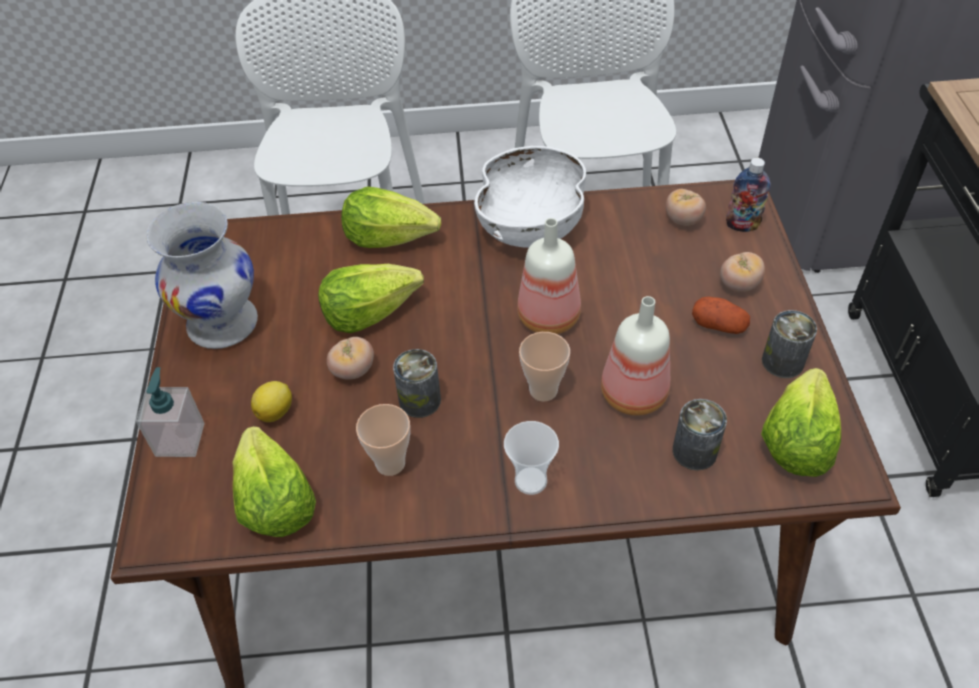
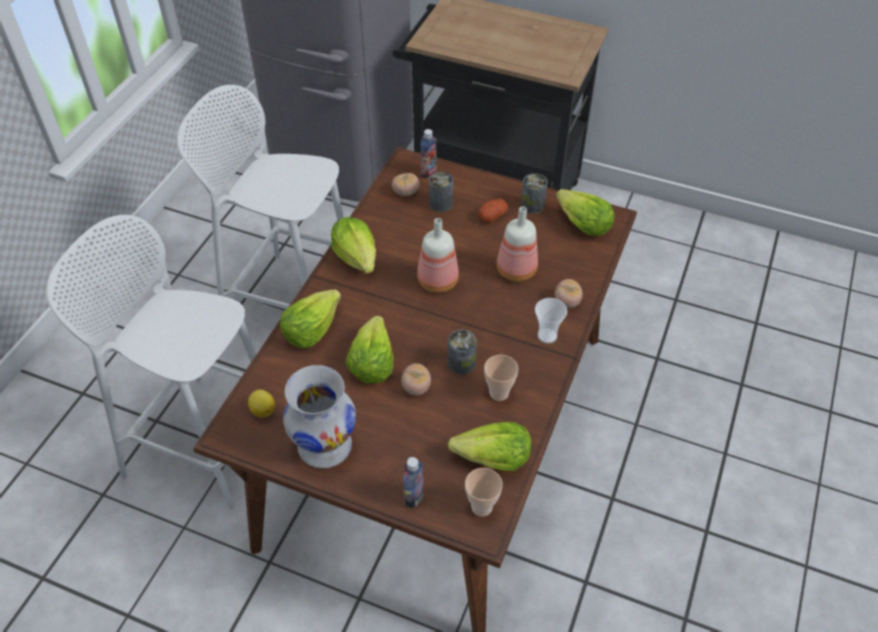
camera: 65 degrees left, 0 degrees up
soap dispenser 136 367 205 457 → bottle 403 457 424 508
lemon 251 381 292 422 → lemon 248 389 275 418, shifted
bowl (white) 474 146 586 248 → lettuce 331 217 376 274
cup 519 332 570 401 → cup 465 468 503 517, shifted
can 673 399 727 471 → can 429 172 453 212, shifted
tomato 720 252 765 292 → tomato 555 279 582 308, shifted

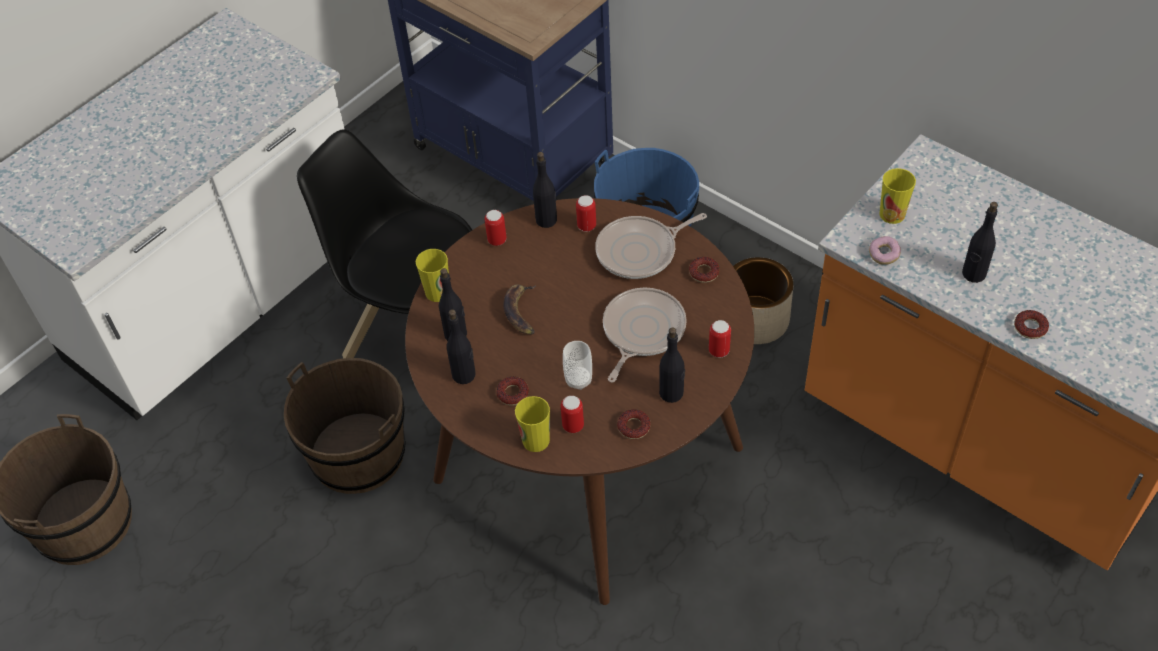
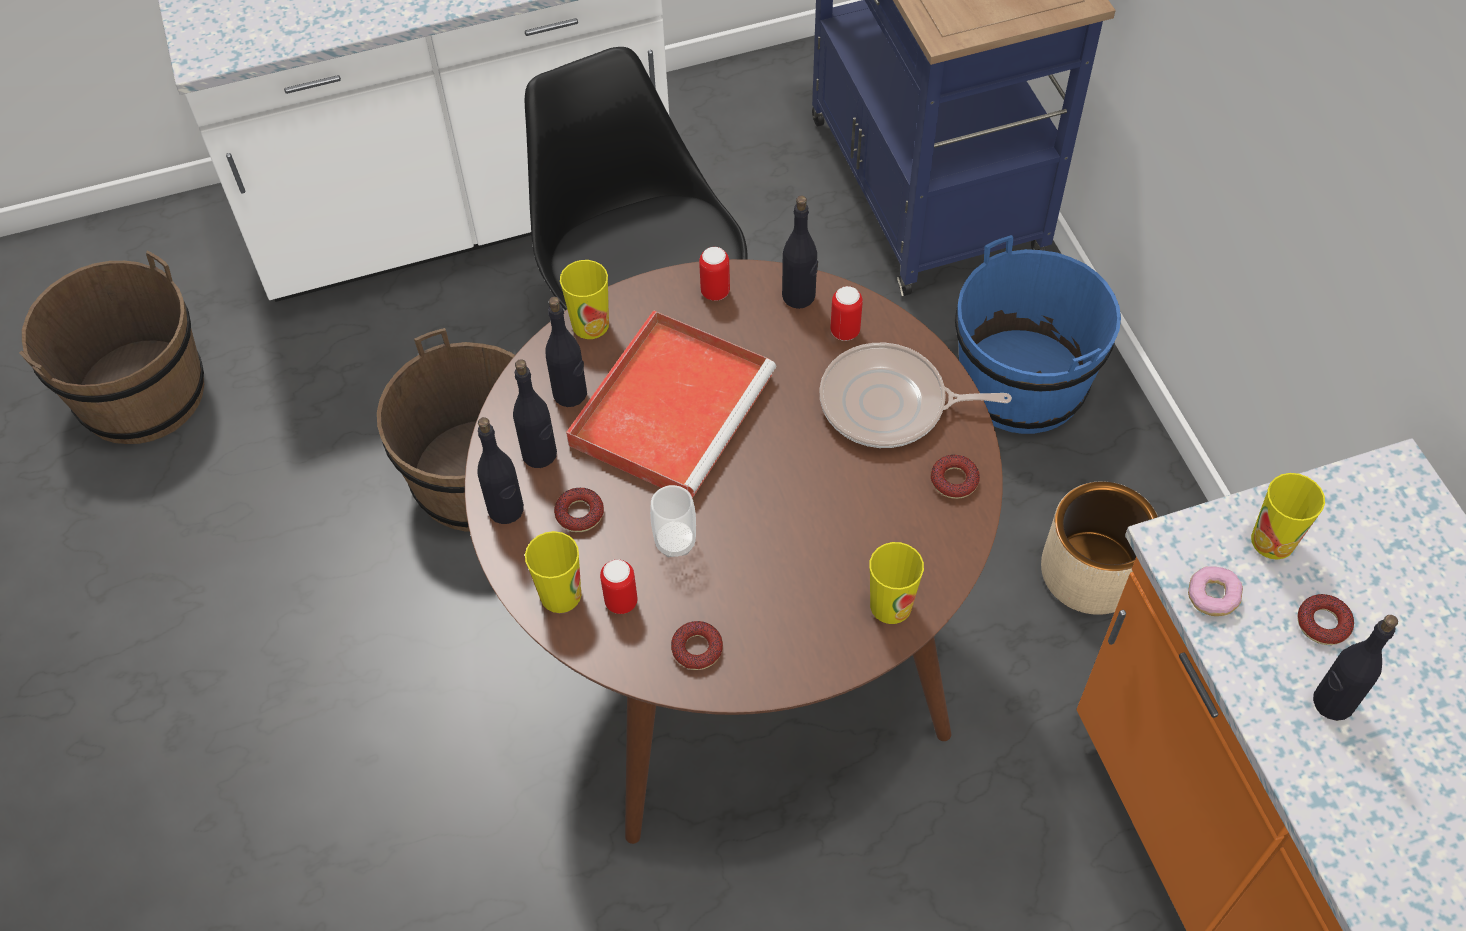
camera: 30 degrees right, 5 degrees up
banana 503 285 536 334 → tray (red) 566 310 776 498
frying pan 603 288 687 382 → -
bottle (black) 659 327 685 403 → bottle (black) 477 417 524 524, shifted
can 709 320 731 358 → cup 870 542 924 624
donut 1014 310 1049 339 → donut 1297 594 1354 645, shifted

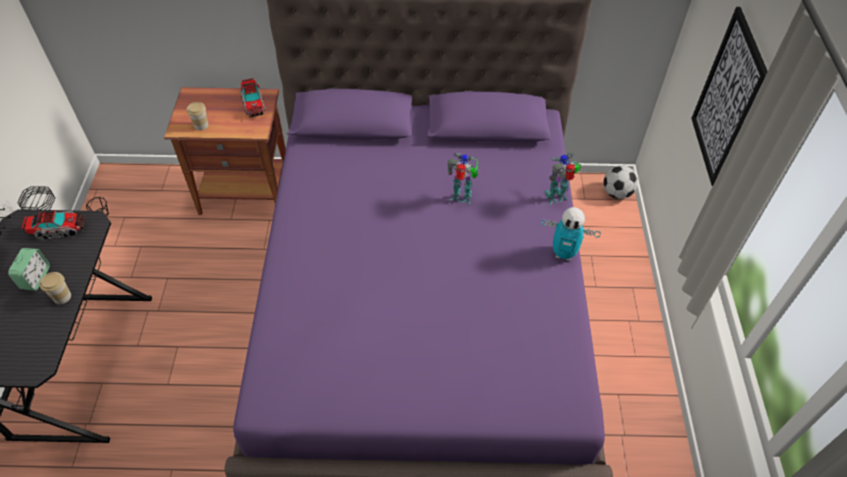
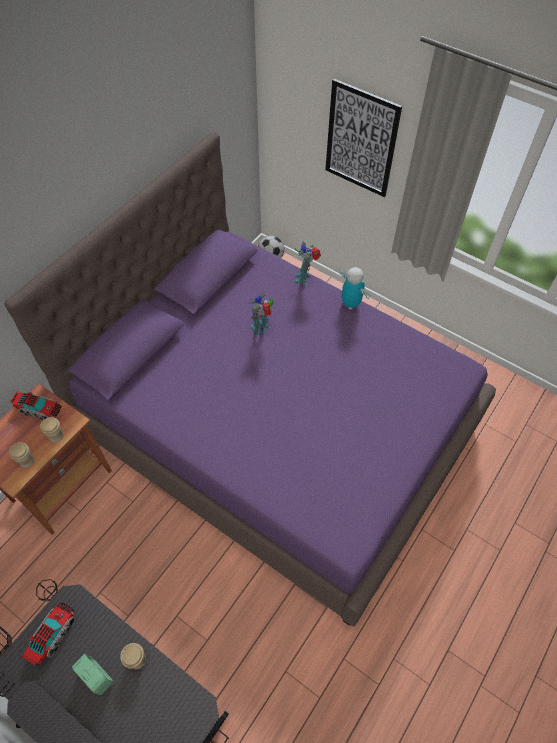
camera: 55 degrees left, 5 degrees up
toy robot 542 207 601 261 → toy robot 339 267 370 310, 90 degrees counterclockwise
- → cup 40 417 64 443

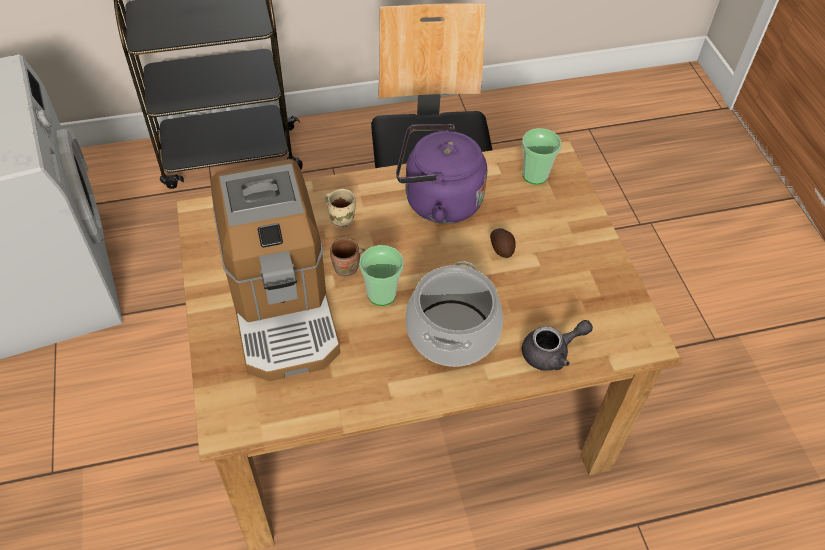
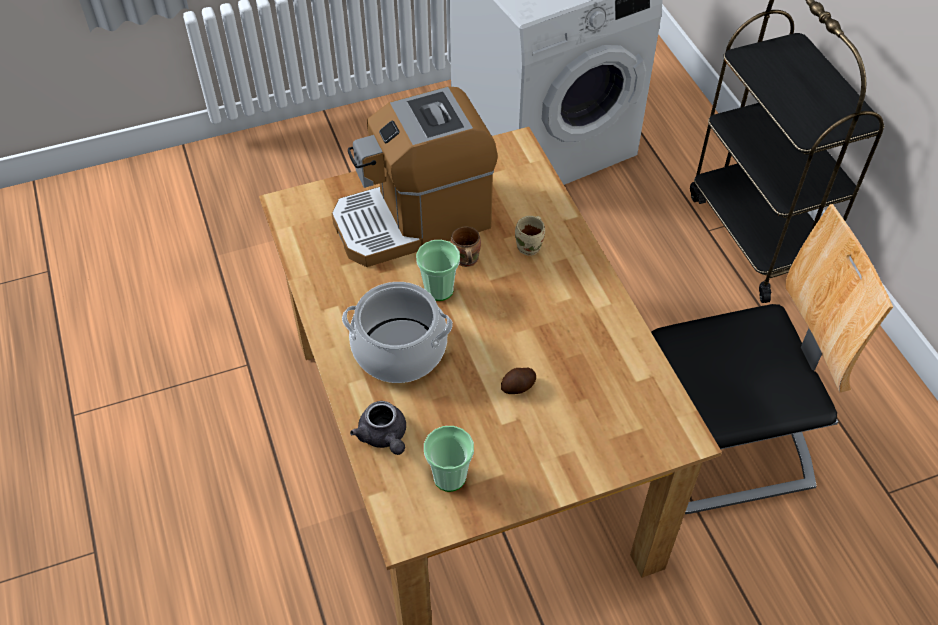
camera: 85 degrees right, 0 degrees up
kettle (purple) 396 124 487 224 → -
cup 522 128 561 185 → cup 424 426 474 492, shifted

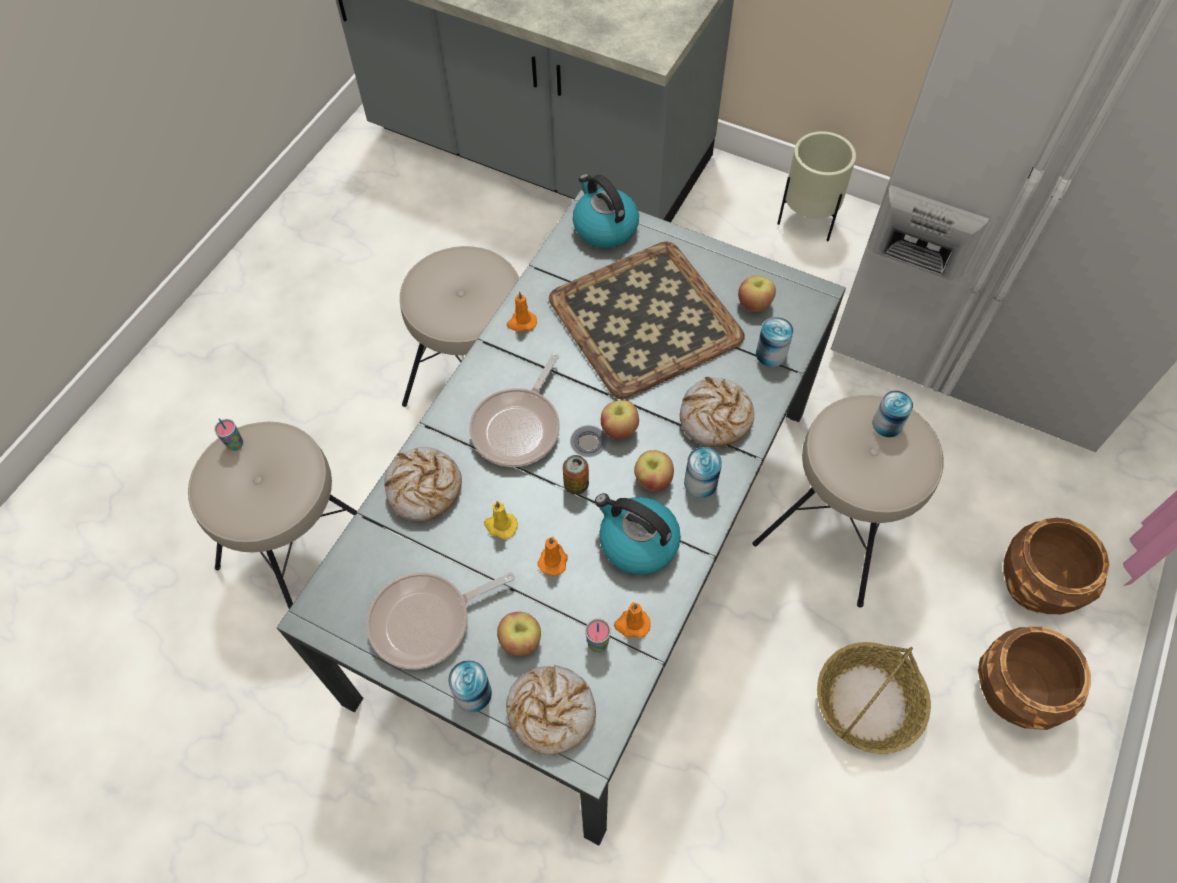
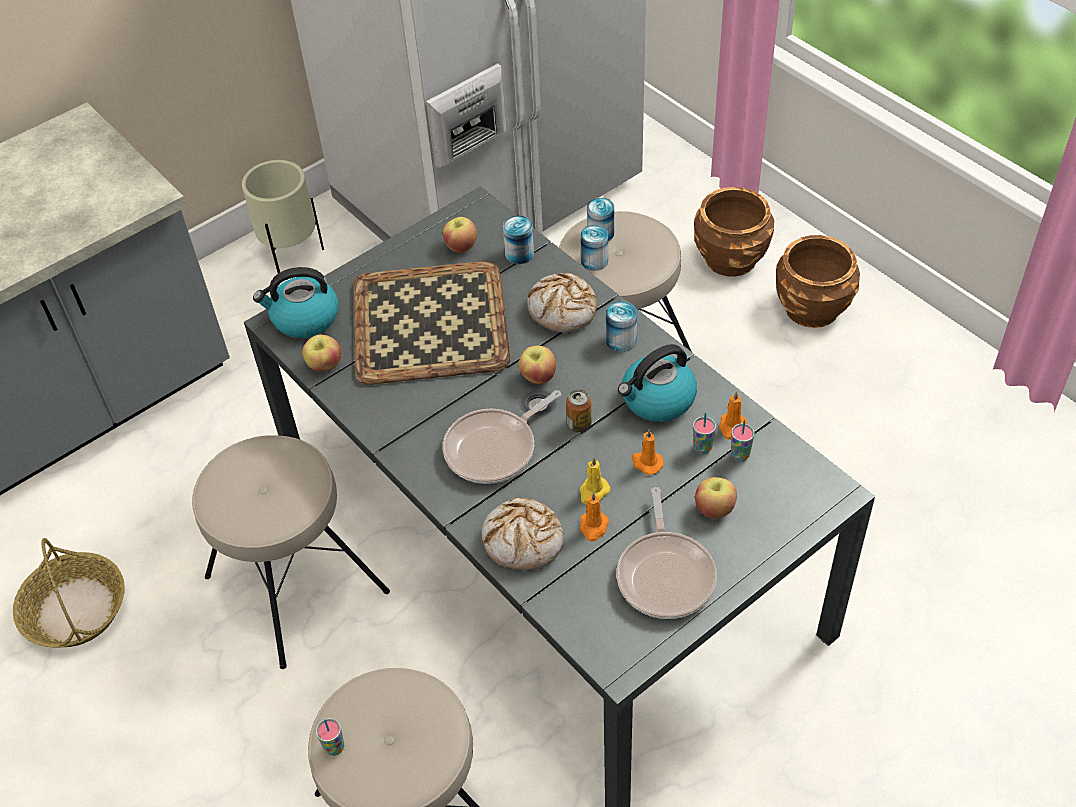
camera: 65 degrees left, 10 degrees down
can 448 660 492 712 → can 580 225 608 271, shifted
frying pan 470 353 560 467 → frying pan 443 390 561 484, 90 degrees clockwise
bread 506 665 596 755 → -
candle (orange) 507 291 537 332 → candle (orange) 580 492 609 542, shifted
apple 634 450 674 491 → apple 302 334 341 372, shifted
basket 817 642 931 754 → basket 13 538 125 648, shifted
- → cup 693 413 716 455

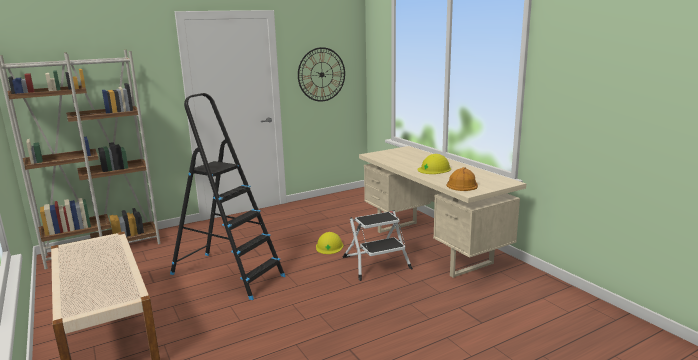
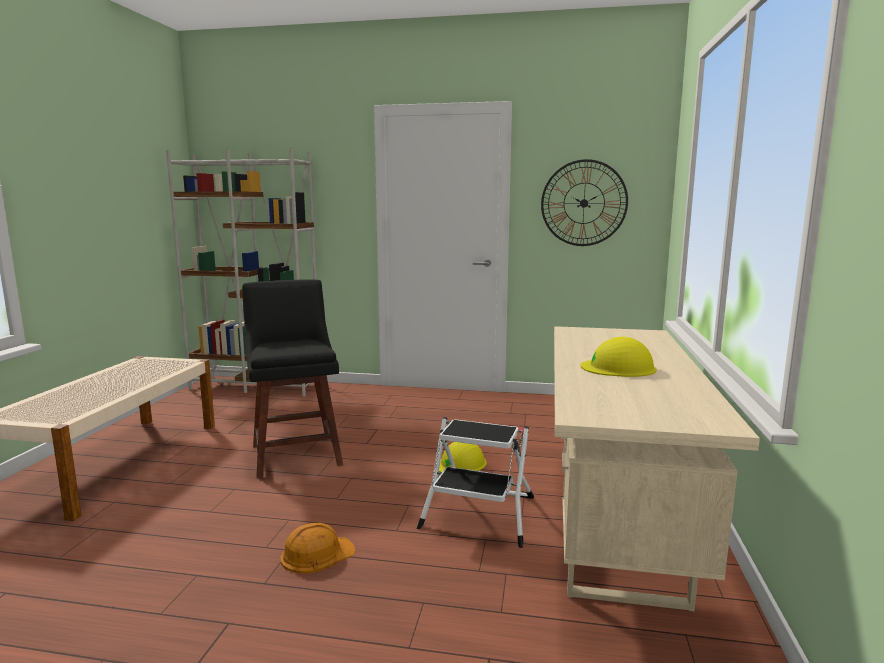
camera: 40 degrees right, 5 degrees down
step ladder (black) 170 93 286 300 → stool (black) 242 280 343 478
hard hat (orange) 446 167 478 191 → hard hat (orange) 280 523 356 574, shifted

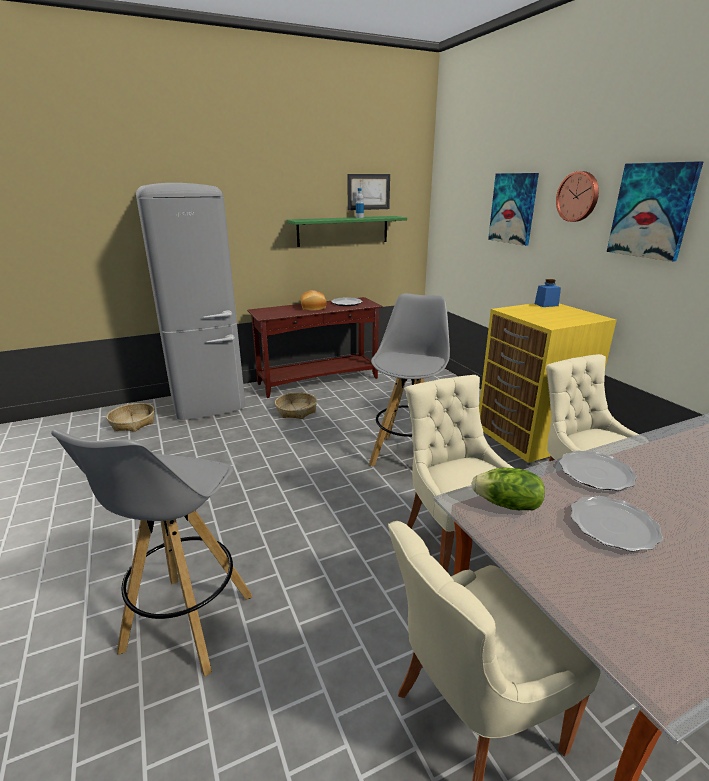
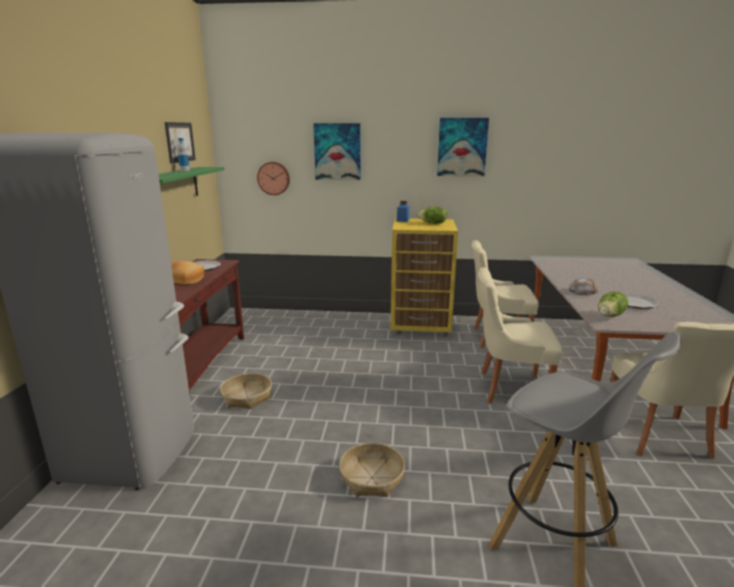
camera: 60 degrees left, 5 degrees down
basket 107 403 155 432 → basket 339 443 405 497, shifted
stool (grey) 369 293 450 466 → -
wall clock 556 171 599 222 → wall clock 257 162 290 195, shifted
plate 559 451 637 491 → bread 569 278 598 295
- → lettuce 418 207 447 224

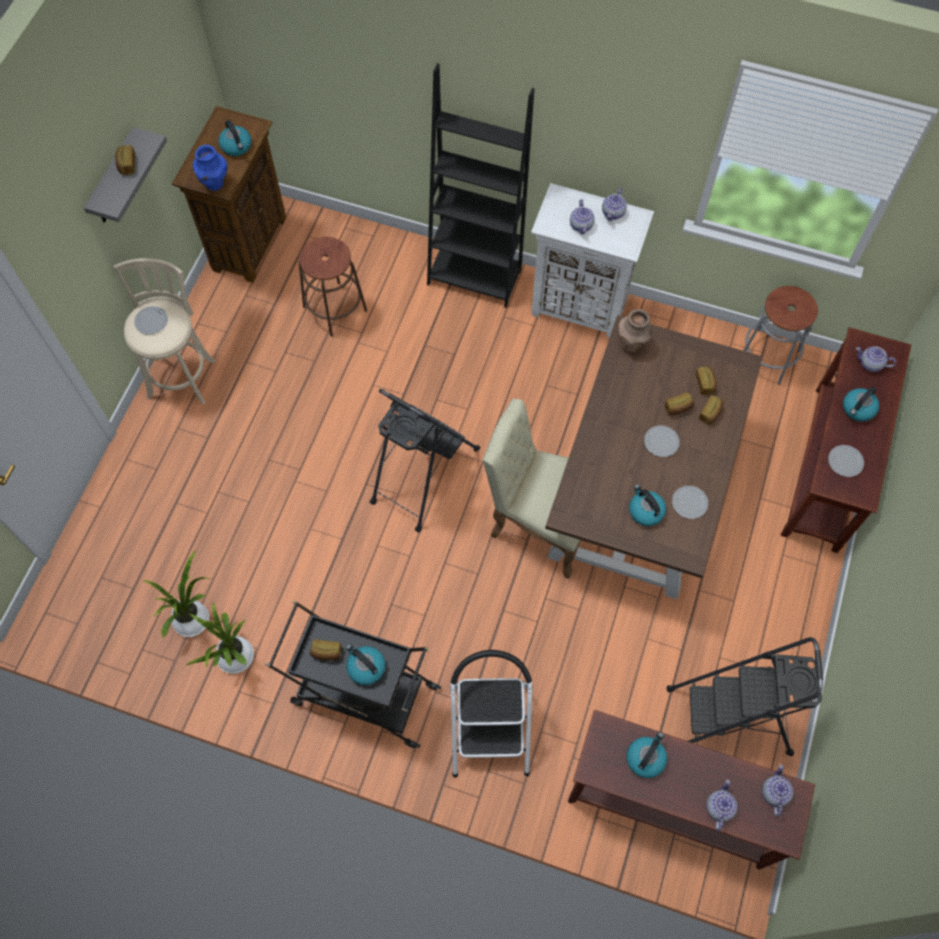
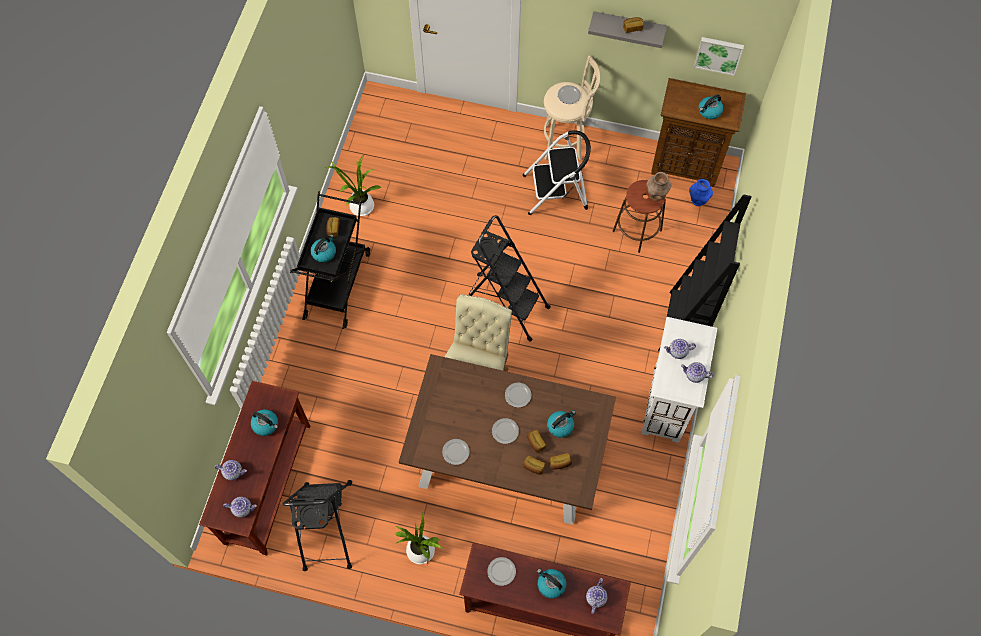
camera: 85 degrees right, 0 degrees up
potted plant 143 550 212 639 → potted plant 395 513 442 566, shifted
vase (blue) 193 145 228 191 → vase (blue) 689 179 713 206, shifted
step ladder 450 650 532 777 → step ladder 523 130 591 215, shifted
vase (brown) 618 309 653 352 → vase (brown) 646 172 672 201, shifted
kettle 629 484 666 526 → kettle 547 410 576 438, shifted
stool (grey) 743 286 818 385 → -
- → plate 505 383 531 408
- → picture 694 37 744 76

